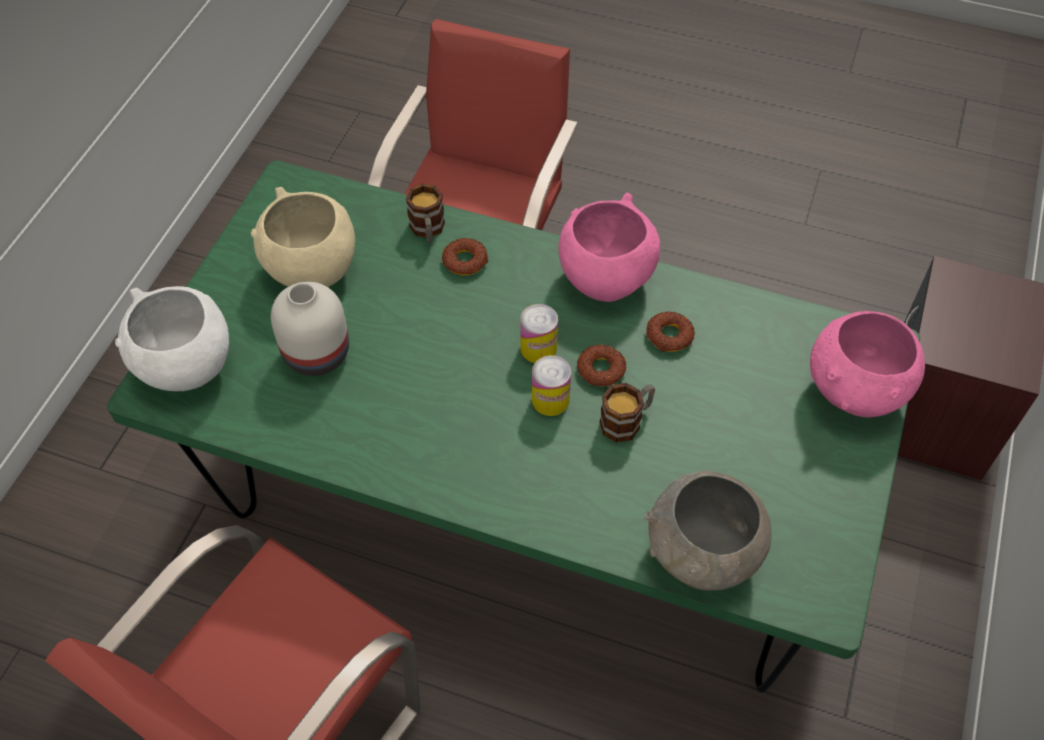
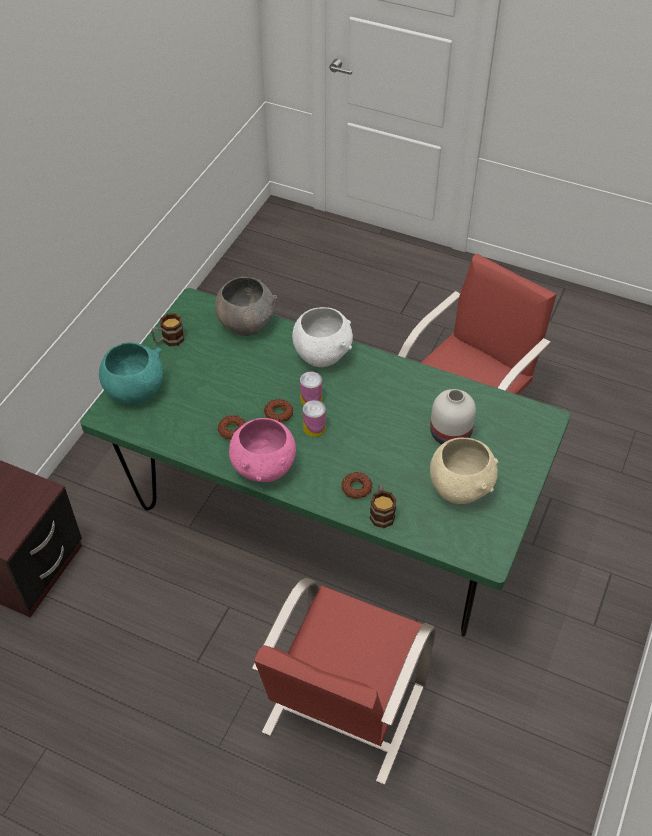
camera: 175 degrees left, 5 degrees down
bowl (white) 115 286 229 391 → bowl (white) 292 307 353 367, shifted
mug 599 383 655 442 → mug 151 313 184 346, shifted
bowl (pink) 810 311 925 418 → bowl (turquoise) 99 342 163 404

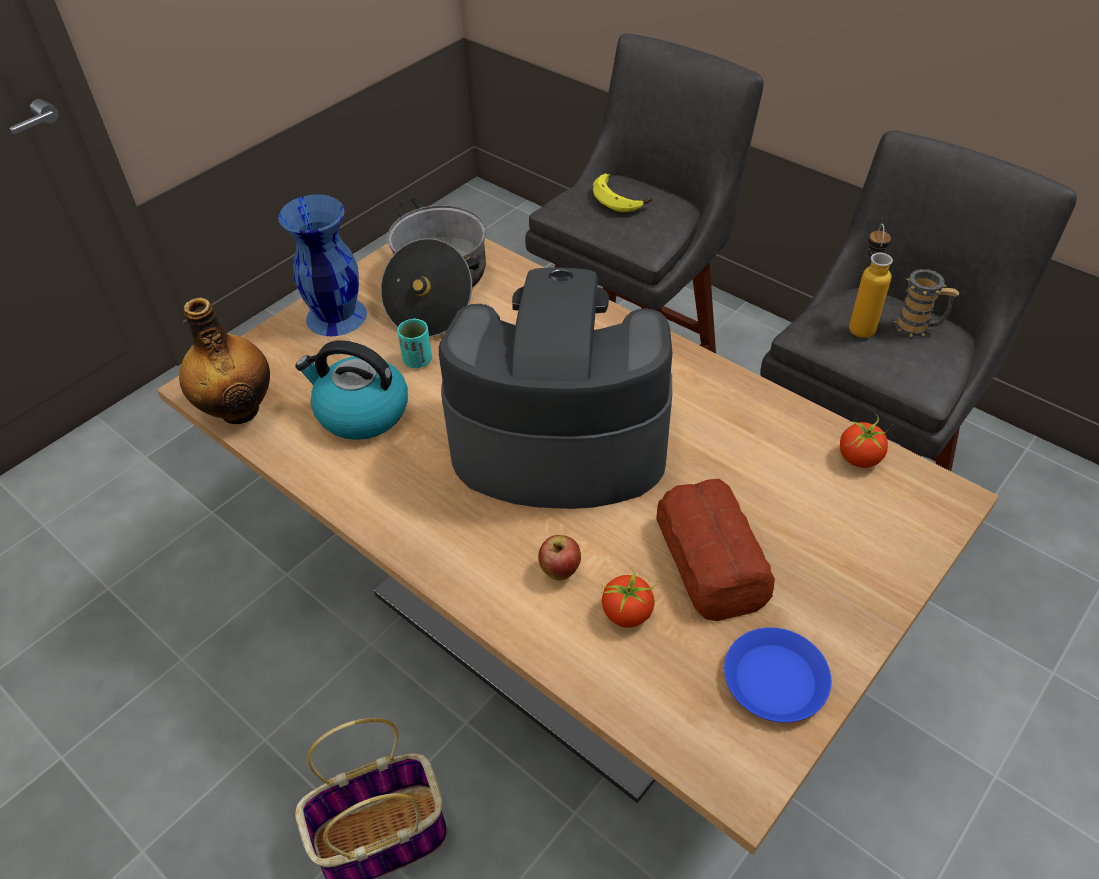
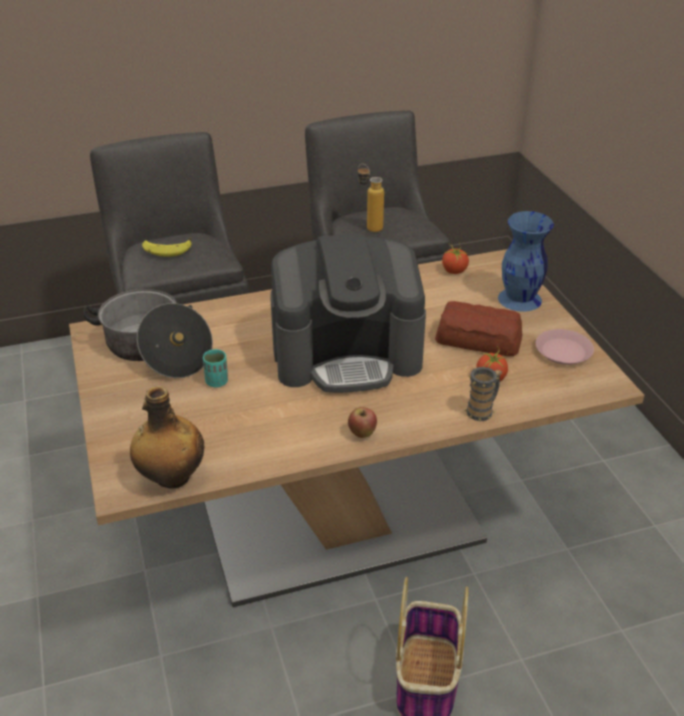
camera: 60 degrees left, 10 degrees down
vase (blue) 278 194 367 336 → vase (blue) 498 211 554 312, shifted
kettle 295 340 408 440 → -
coffee machine 439 268 672 509 → coffee machine 270 233 426 393, 135 degrees counterclockwise
apple 538 535 581 581 → apple 348 407 377 438, shifted
plate (blue) 724 627 831 723 → plate (pink) 536 329 594 365
mug 893 269 960 338 → mug 465 367 502 421, shifted

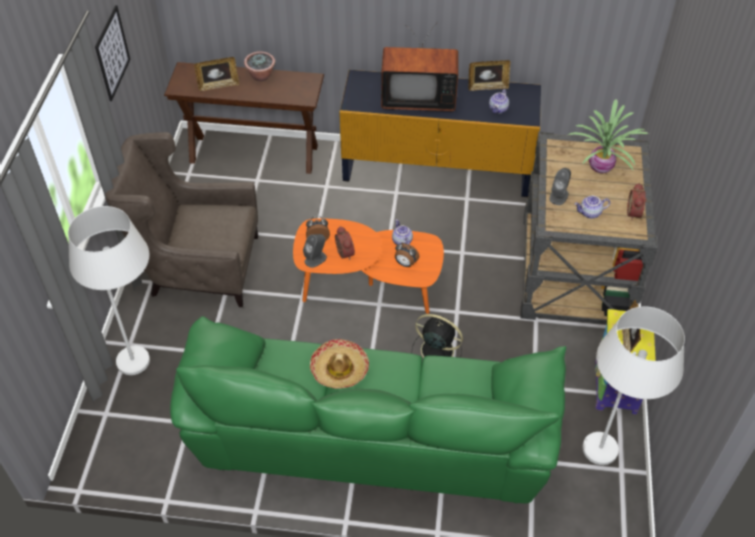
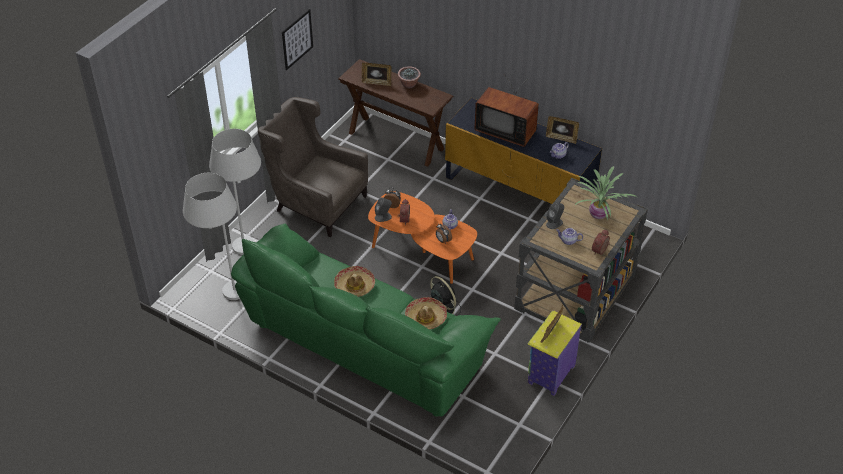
camera: 25 degrees right, 5 degrees down
floor lamp (white) 583 306 685 465 → floor lamp (white) 183 173 240 300, shifted
- → hat 405 297 447 329

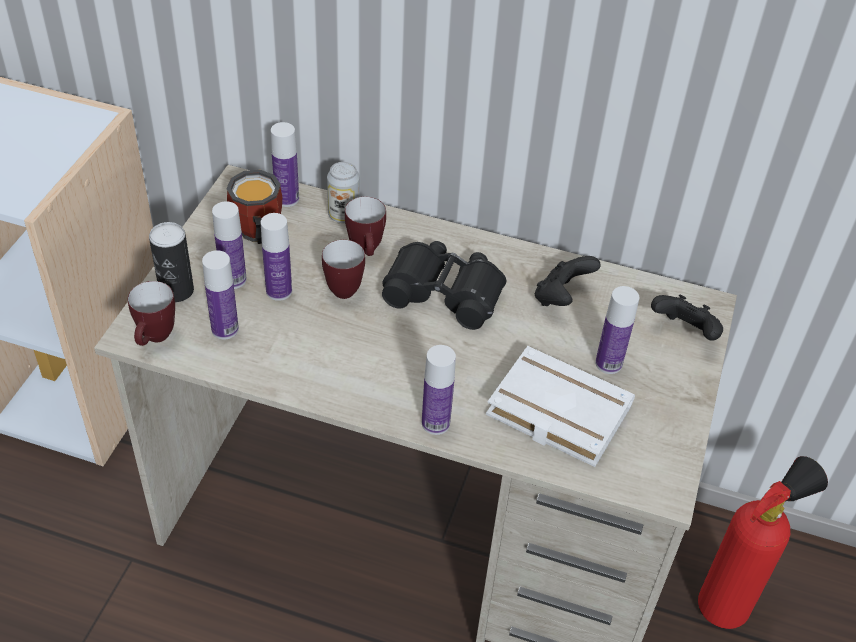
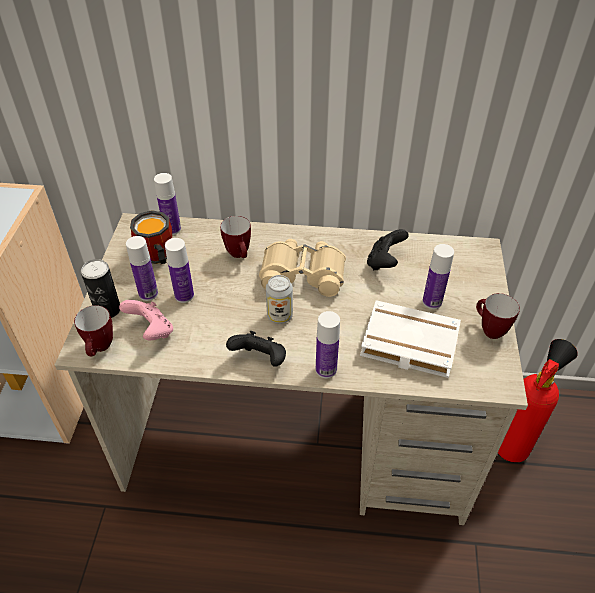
camera: 10 degrees left, 0 degrees up
bottle 202 250 239 339 → game controller (pink) 119 300 173 341
mug 322 240 365 299 → mug 476 293 520 339, shifted
can 327 162 360 223 → can 266 275 293 324, shifted
binoculars (black) 382 241 507 330 → binoculars (beige) 259 239 346 297
game controller (black) 651 294 723 341 → game controller (black) 226 331 286 367, shifted

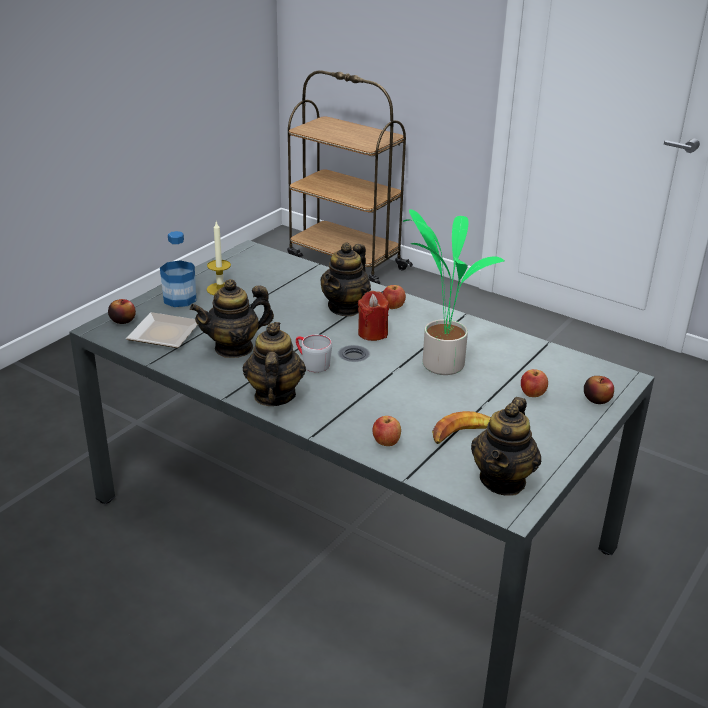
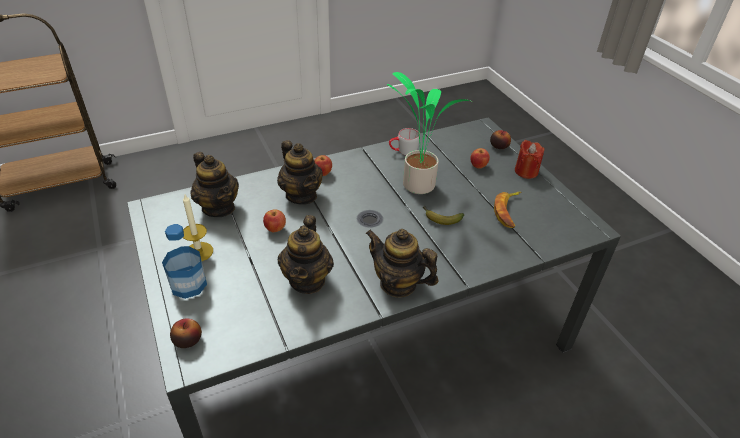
camera: 60 degrees left, 10 degrees up
plate 126 312 198 348 → -
mug (grey) 296 335 332 372 → mug (grey) 389 128 420 155, shifted
candle (red) 358 291 389 341 → candle (red) 515 140 545 179, shifted
apple 373 416 401 446 → apple 263 209 286 232, shifted
teapot 471 397 541 496 → teapot 190 152 239 217, shifted
- → banana 423 205 464 225

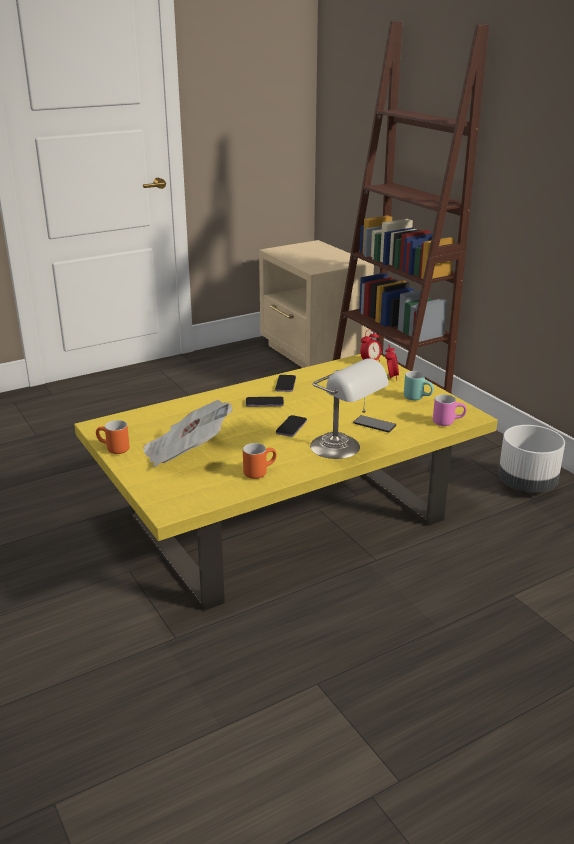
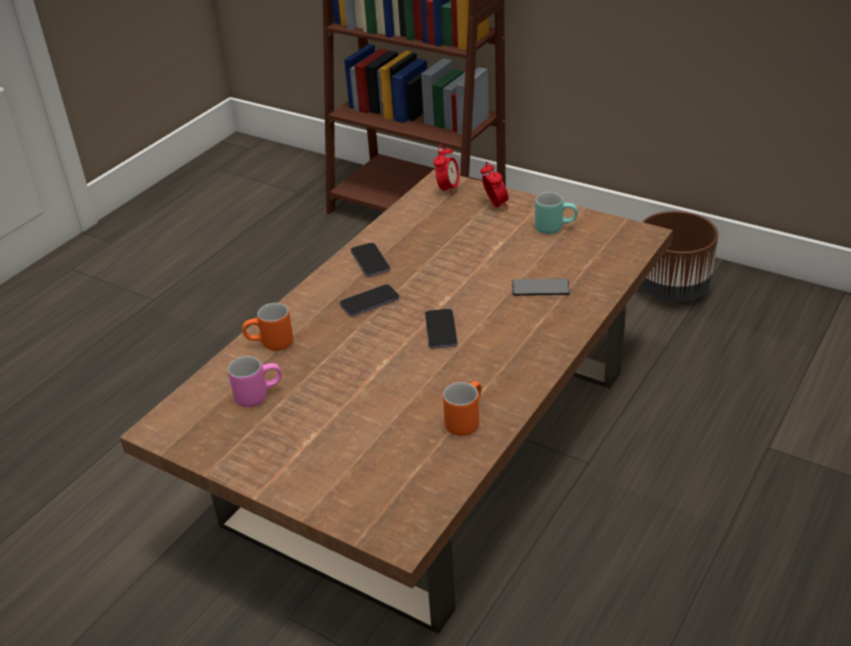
camera: 25 degrees left, 10 degrees up
coffee table (yellow) 74 354 498 611 → coffee table (brown) 120 169 673 634
mug (orange) 96 420 129 454 → mug (orange) 242 303 293 351, shifted
newspaper 143 400 232 467 → -
nightstand (beige) 259 240 374 368 → -
table lamp (white) 310 358 389 459 → -
mug (pink) 433 394 467 426 → mug (pink) 228 356 281 407, shifted
planter (white) 498 425 565 493 → planter (brown) 639 211 718 301

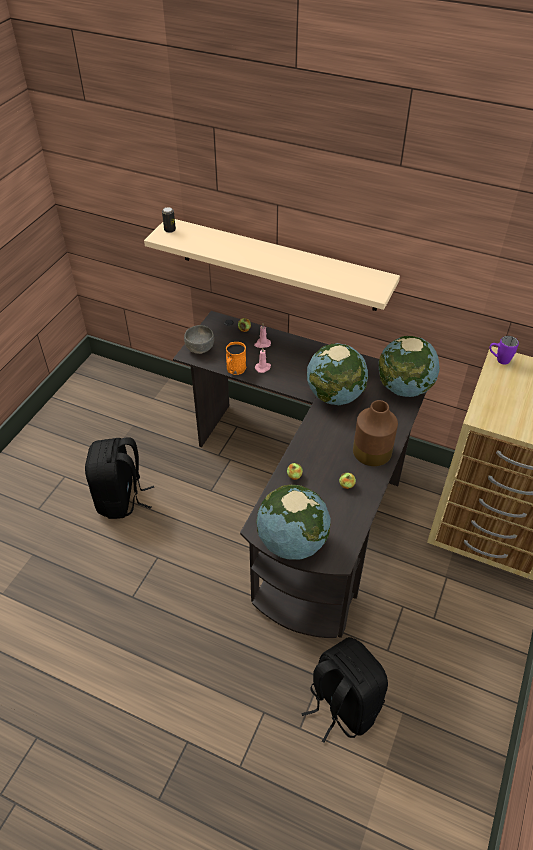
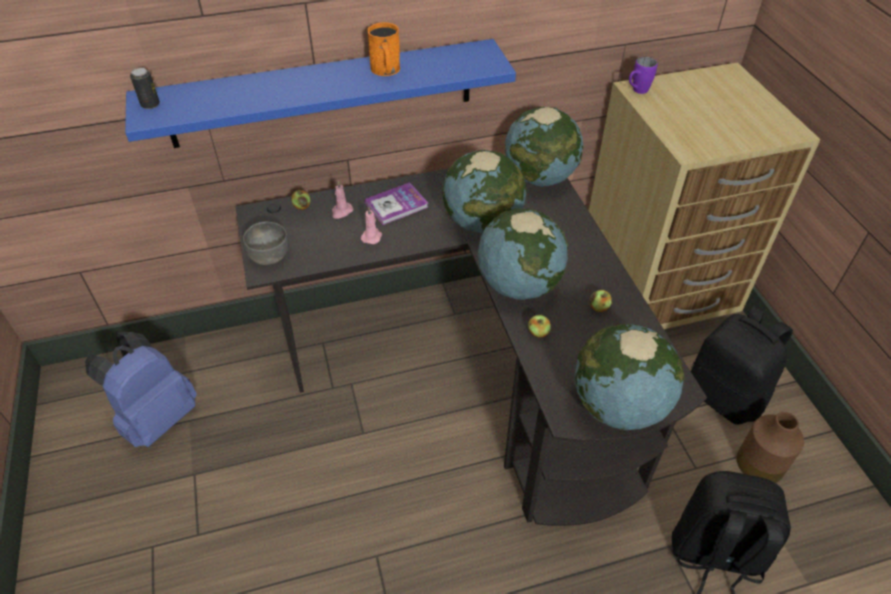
camera: 40 degrees left, 0 degrees up
backpack (black) 85 437 154 519 → backpack (black) 691 305 793 424, shifted
shelf (beige) 144 219 400 311 → shelf (blue) 125 39 516 148
mug (orange) 226 342 246 375 → mug (orange) 368 22 400 76, shifted
vase (brown) 353 400 398 466 → vase (brown) 736 412 804 483, shifted
- → backpack (blue) 85 332 197 447
- → book 365 182 428 225
- → globe 478 208 568 300

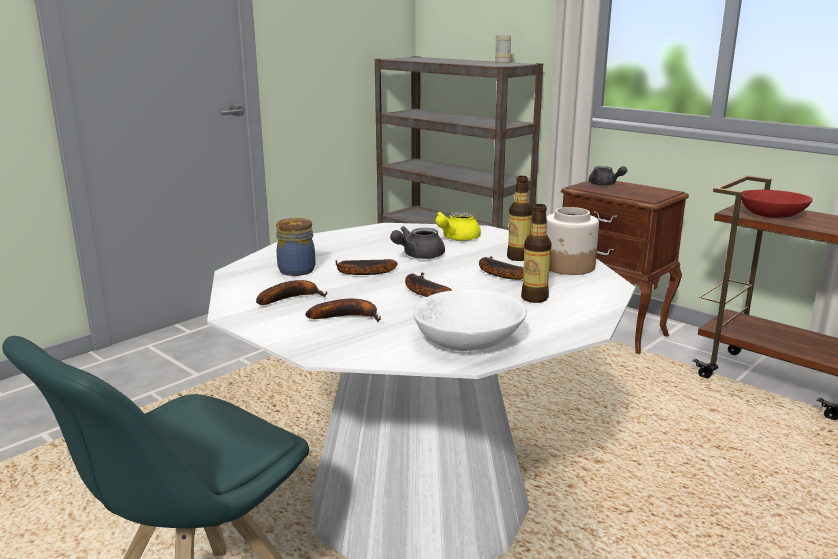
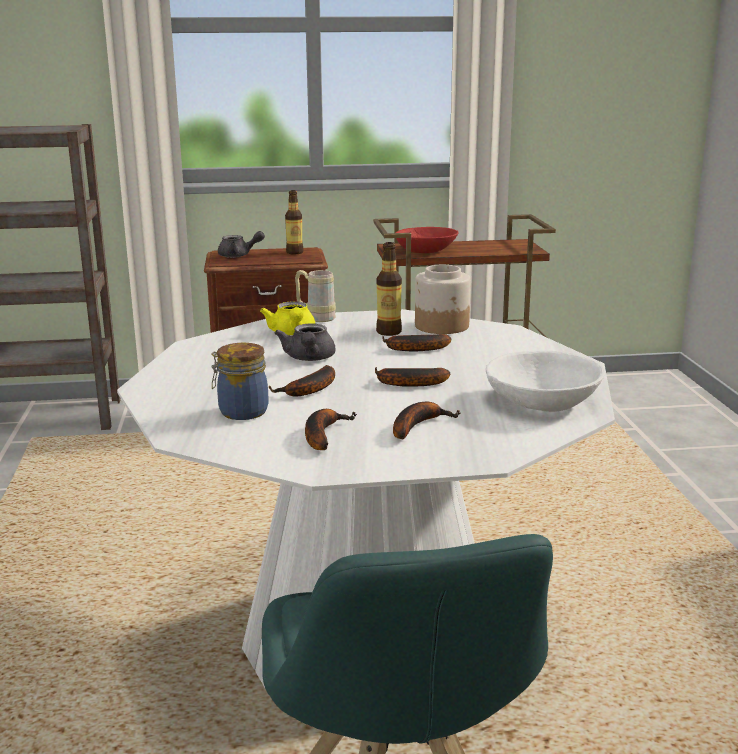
camera: 50 degrees left, 0 degrees up
mug (beige) 495 34 511 63 → mug (beige) 295 270 336 322, shifted
bottle 521 204 552 303 → bottle 285 190 303 254, shifted

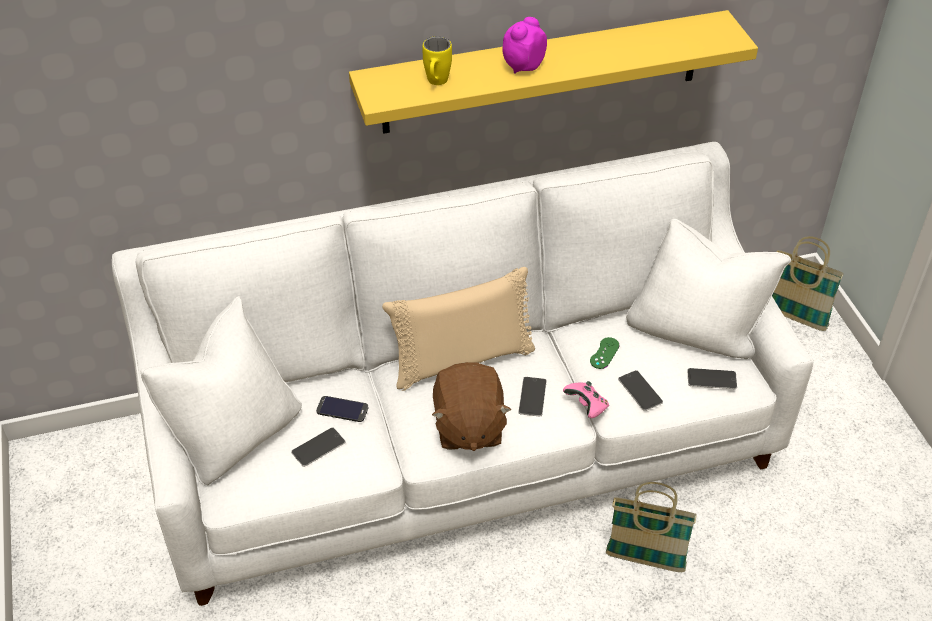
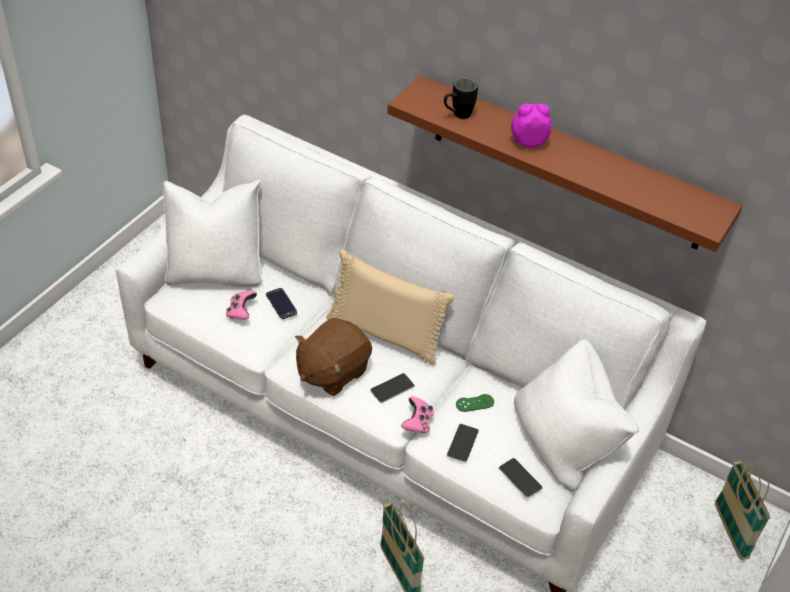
camera: 45 degrees right, 0 degrees up
phone 291 427 345 467 → game controller (pink) 226 291 257 320
shelf (yellow) 349 10 758 134 → shelf (brown) 387 75 743 252
mug (yellow) 422 36 452 85 → mug (black) 444 78 478 119

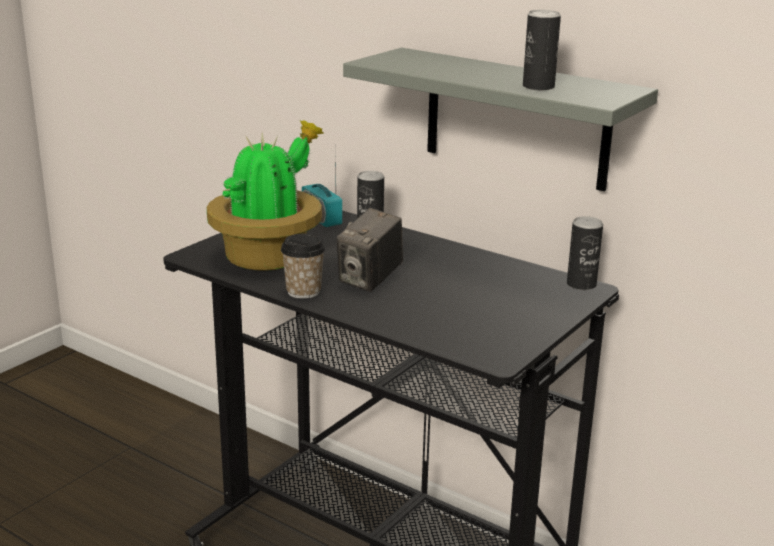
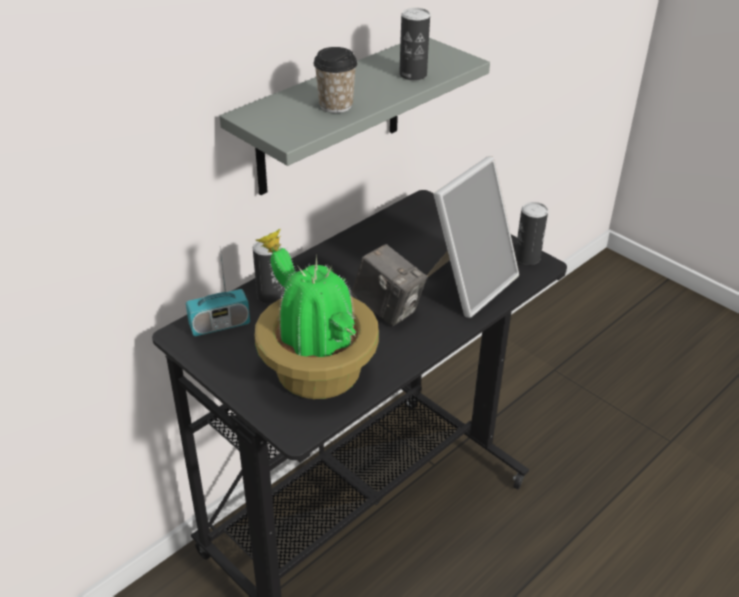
camera: 80 degrees left, 15 degrees up
cup 281 234 325 299 → cup 313 47 357 113, shifted
can 567 216 603 290 → can 515 202 548 265, shifted
- → picture frame 427 156 519 318

